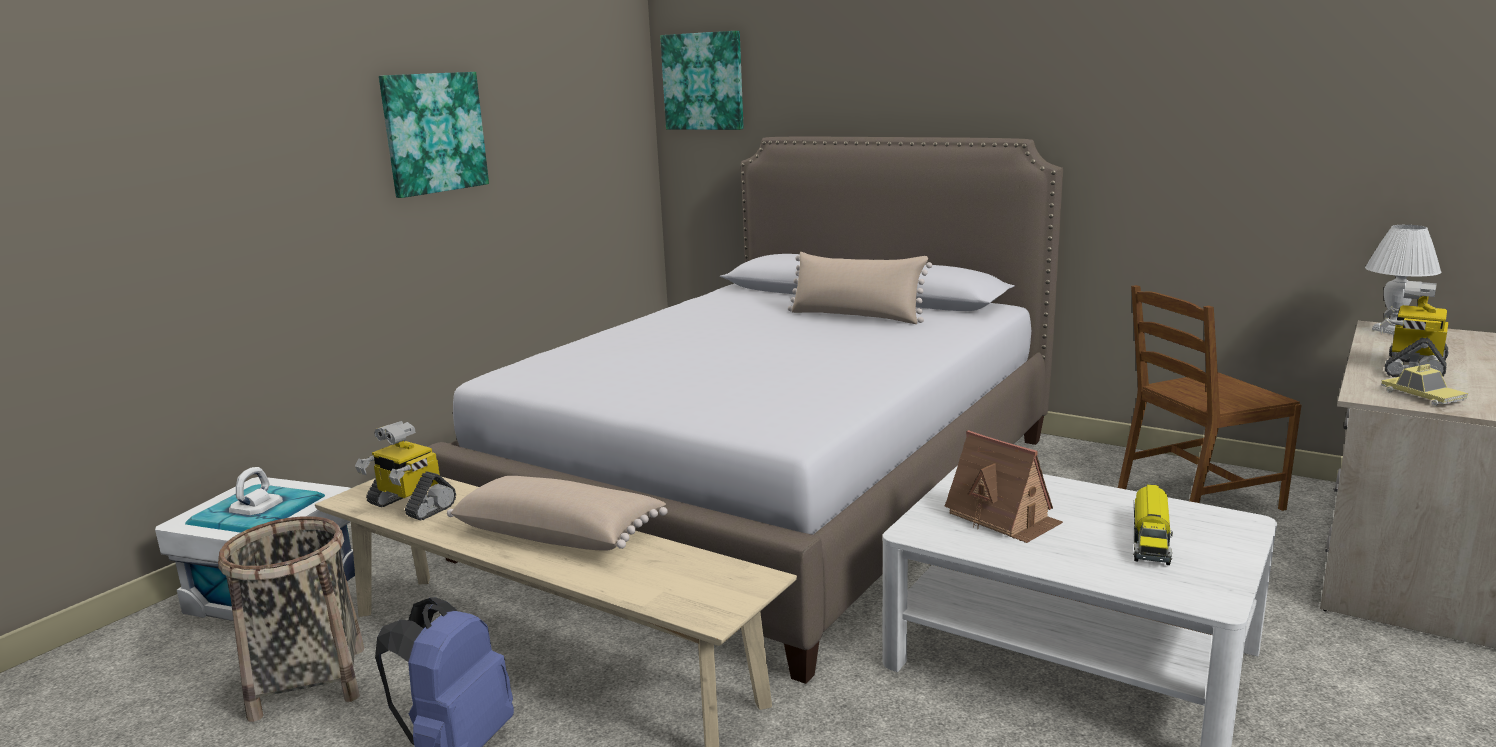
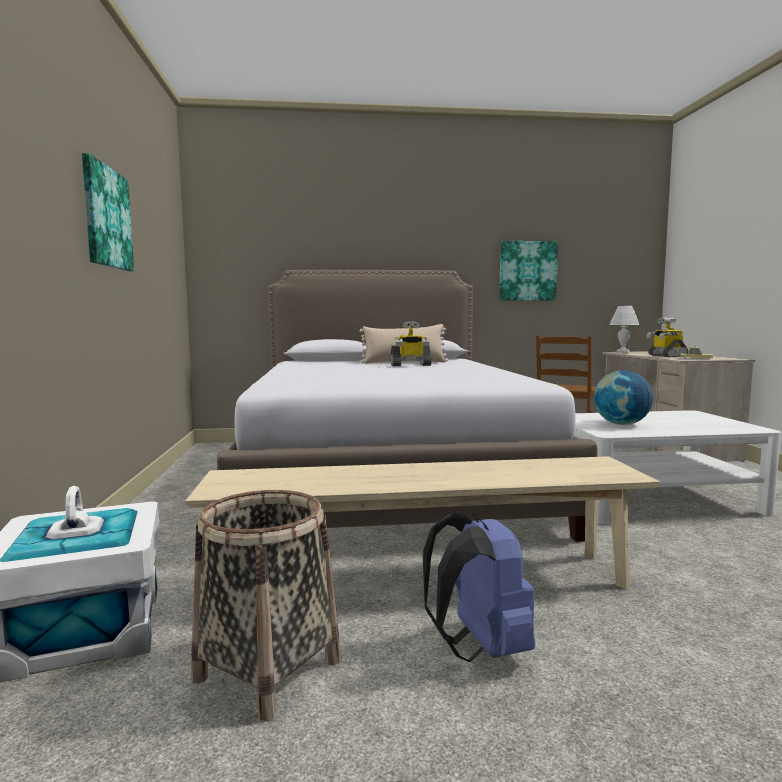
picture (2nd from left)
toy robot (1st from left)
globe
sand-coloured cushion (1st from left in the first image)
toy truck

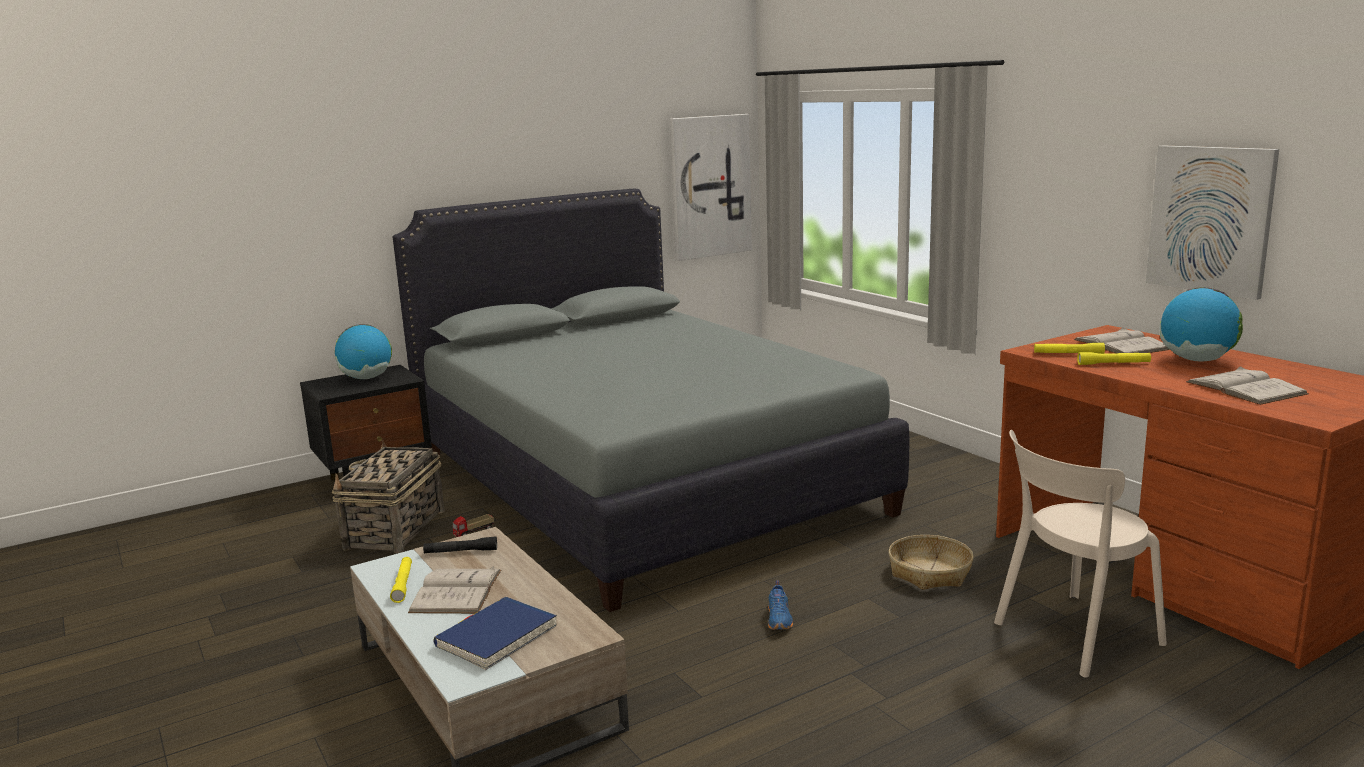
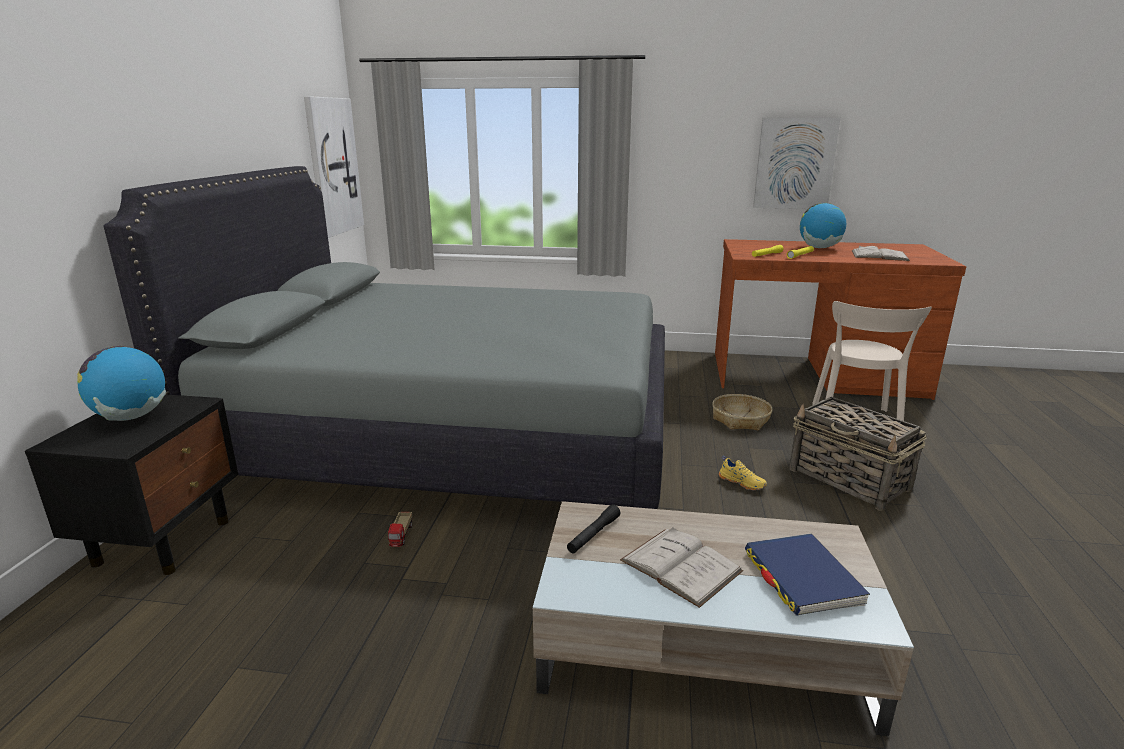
whitish bound book (2nd from left in the first image)
storage basket (2nd from left)
yellow flashlight (1st from left in the first image)
yellow item of footwear

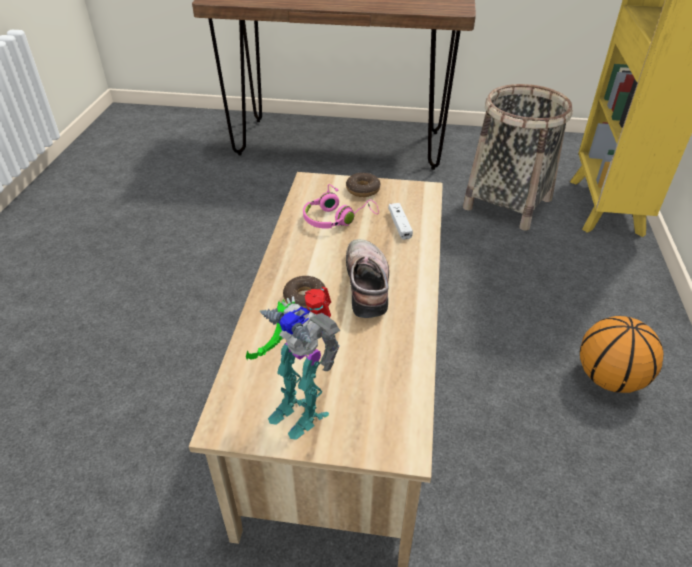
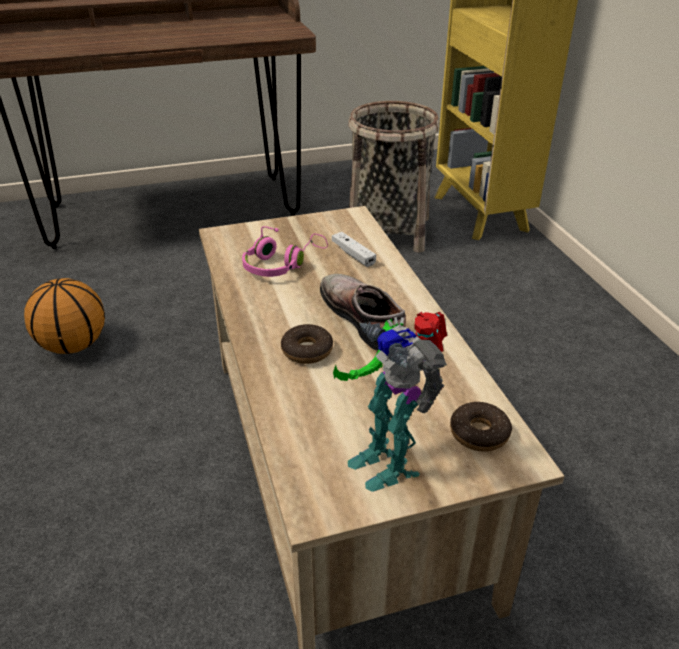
donut (2nd from left)
toy robot
basketball ball

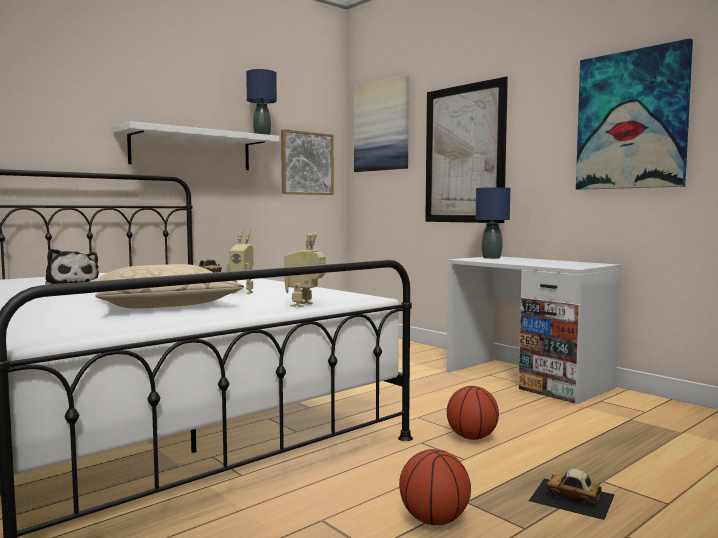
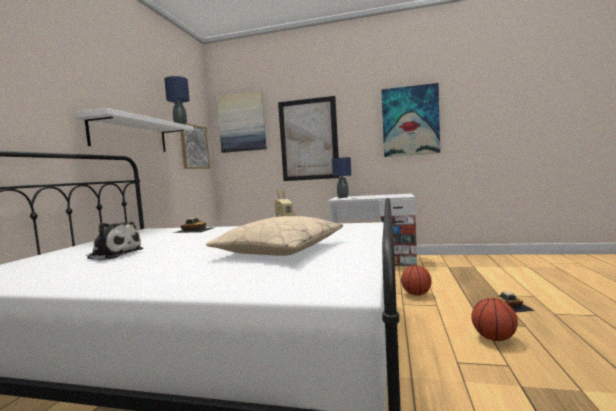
toy robot (2nd from left in the first image)

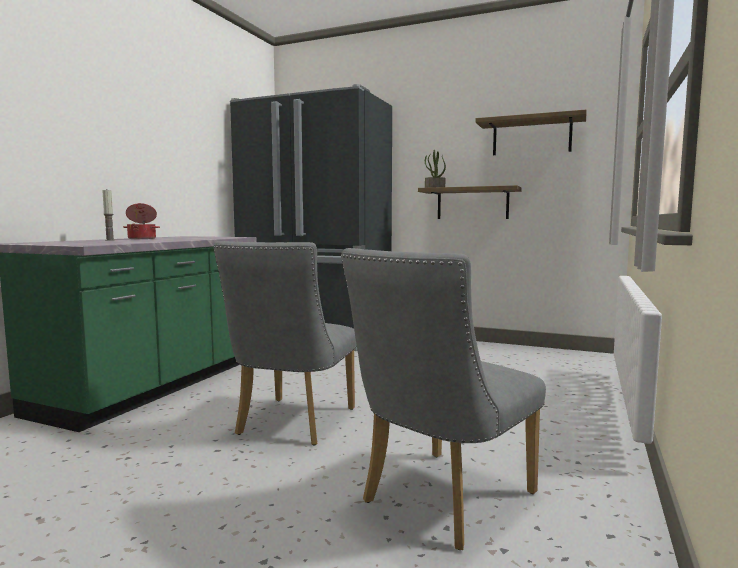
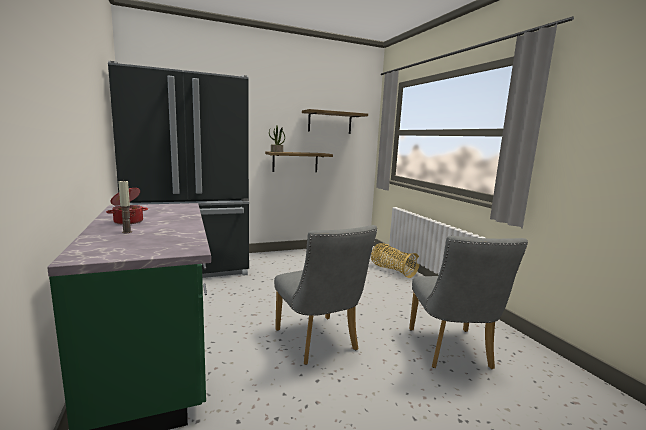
storage basket

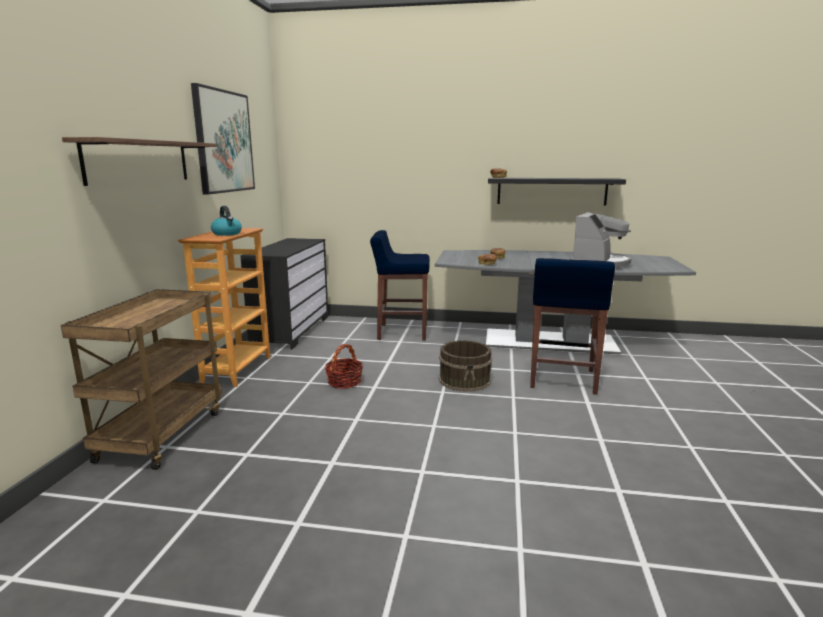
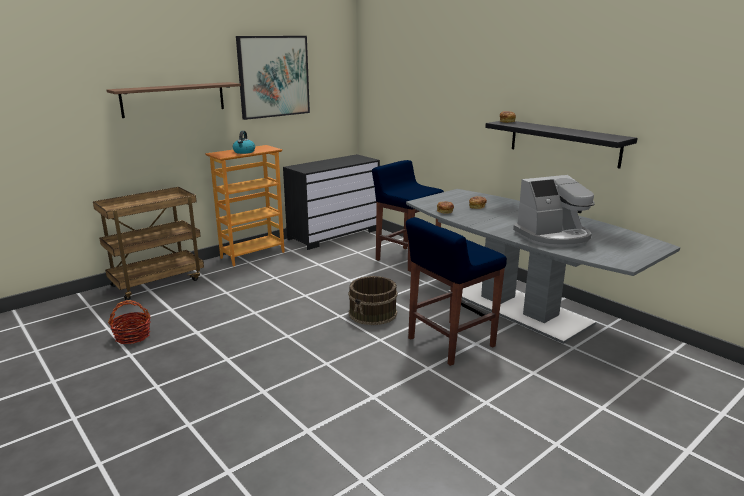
storage basket

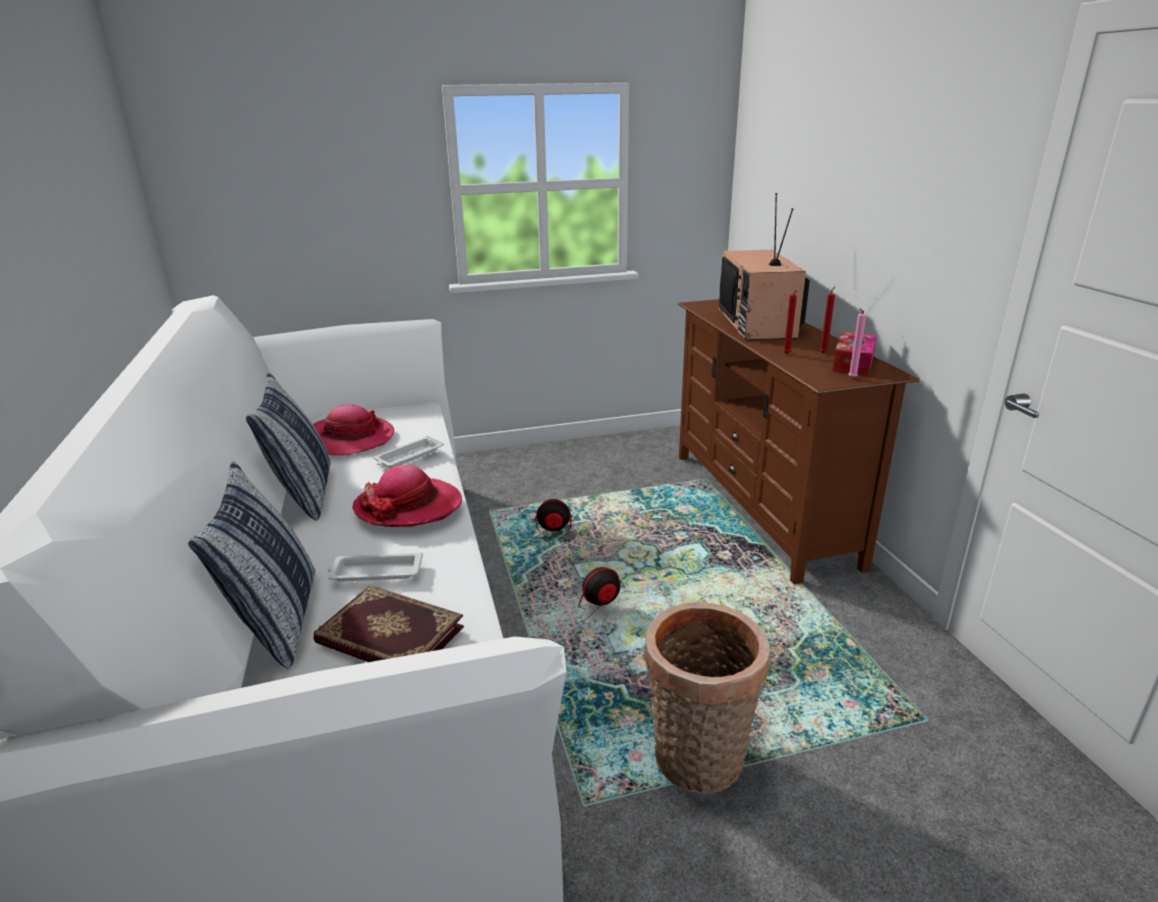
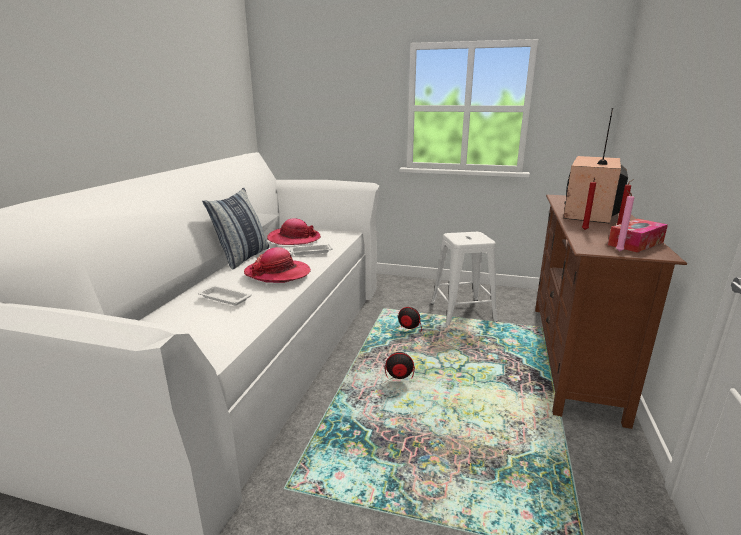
cushion (1st from left in the first image)
bound book
storage basket
whitish stool

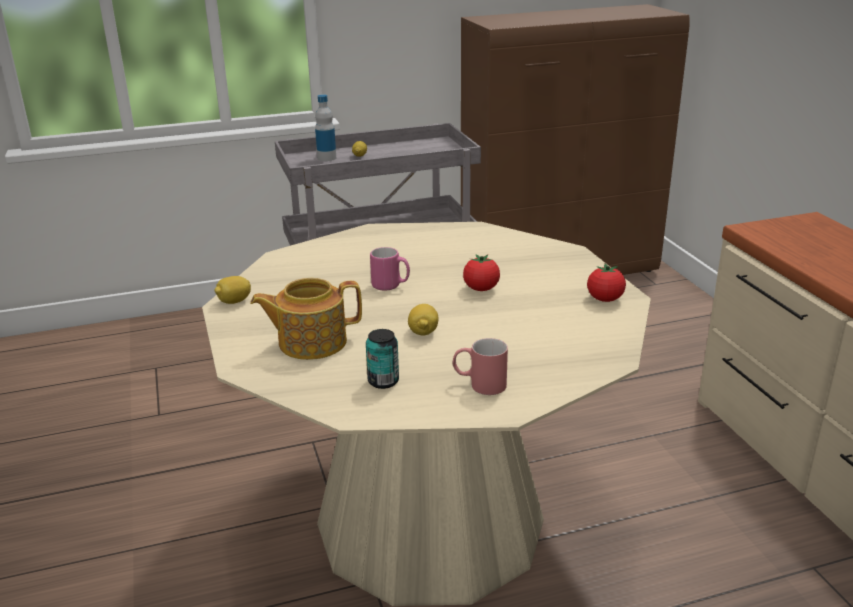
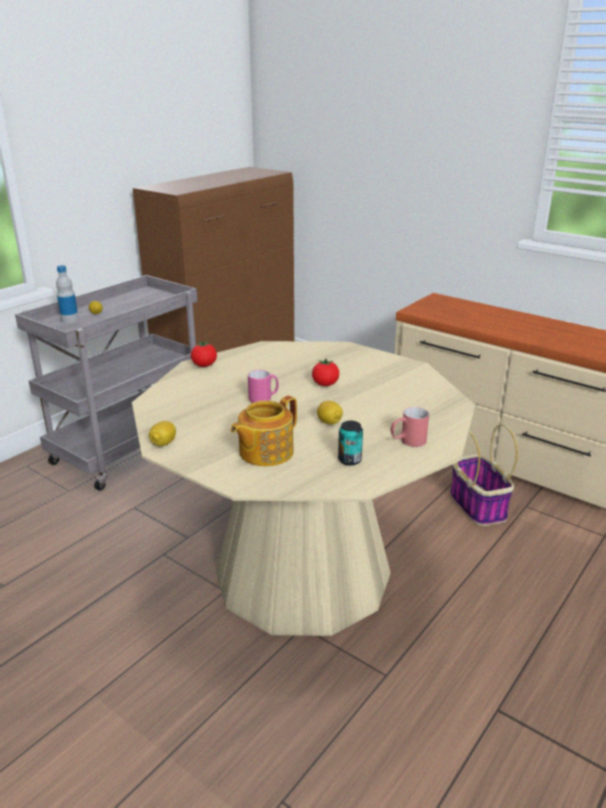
fresh tomato (1st from left)
storage basket

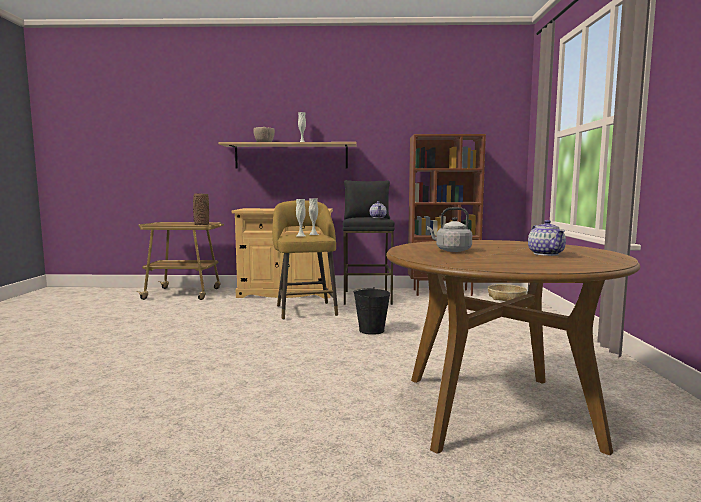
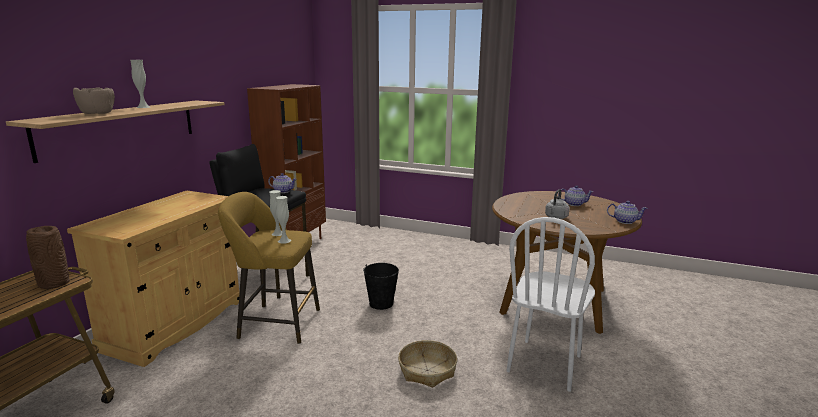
storage basket
pot for tea (3rd from left)
whitish upright chair

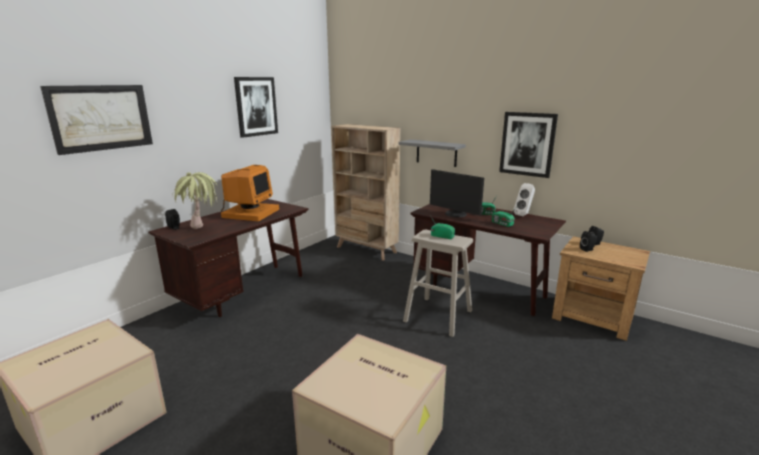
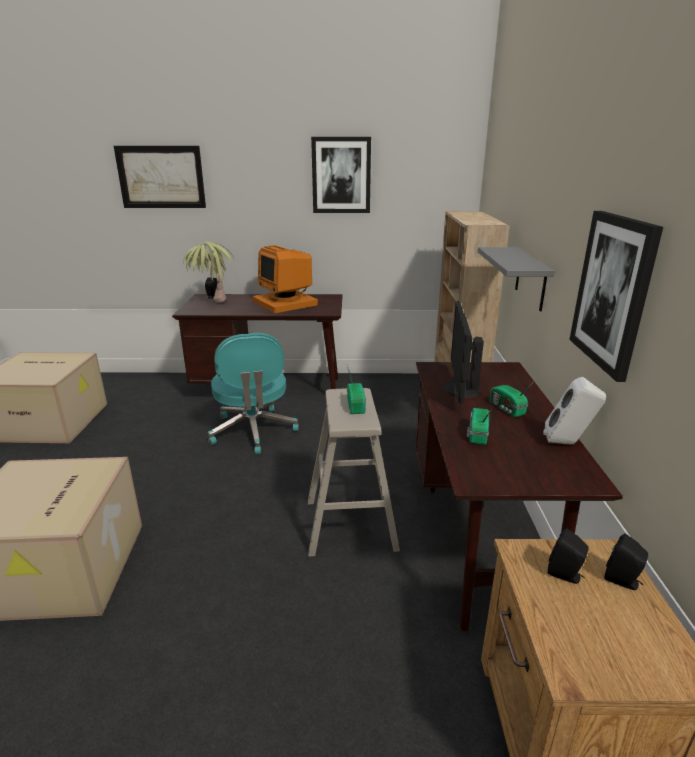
computer display (1st from left)
turquoise-coloured computer chair

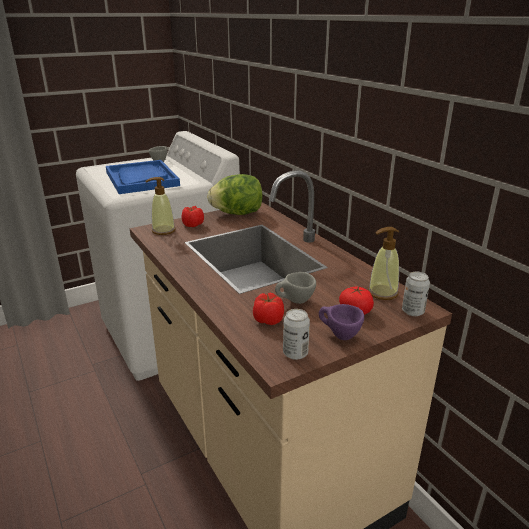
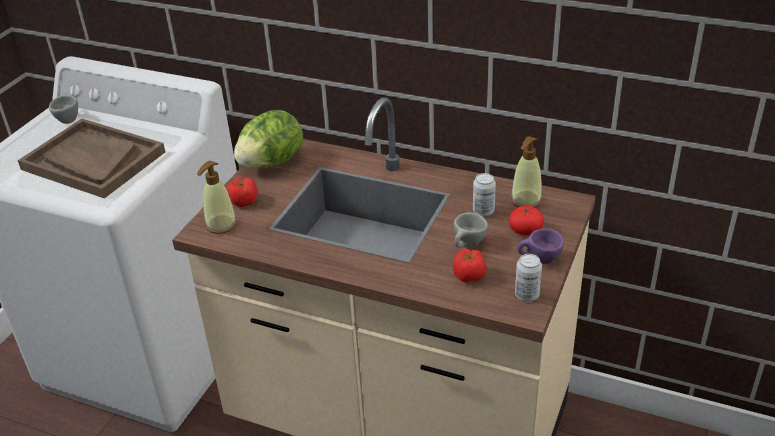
brown carrying tray
metal can (1st from left)

